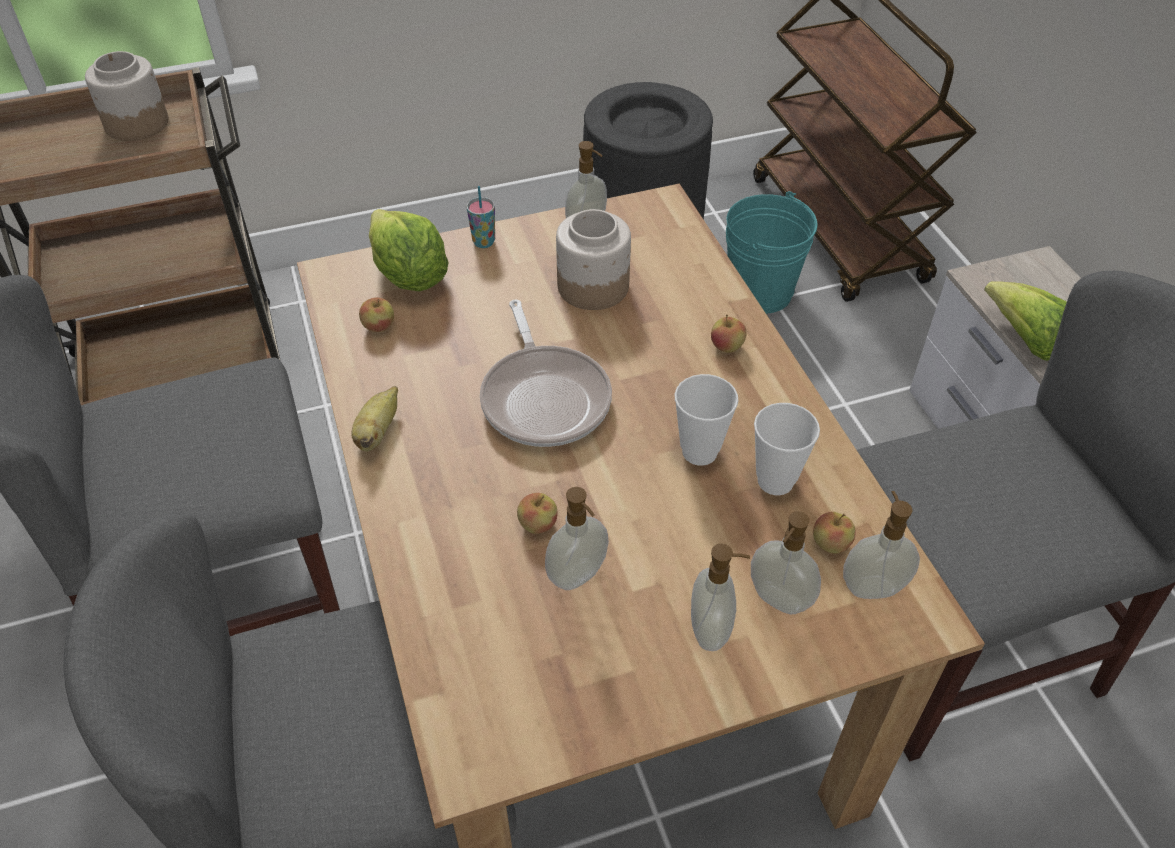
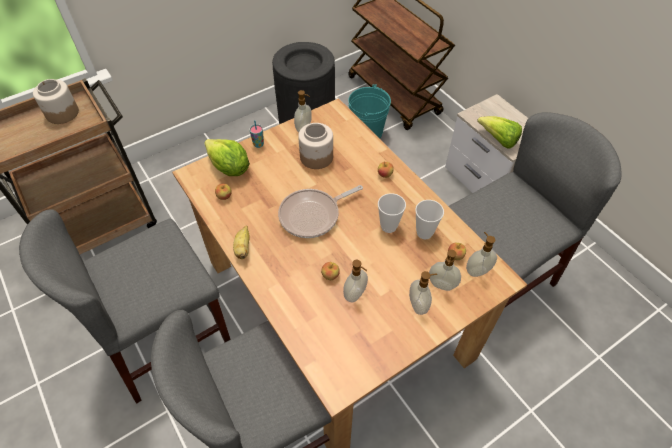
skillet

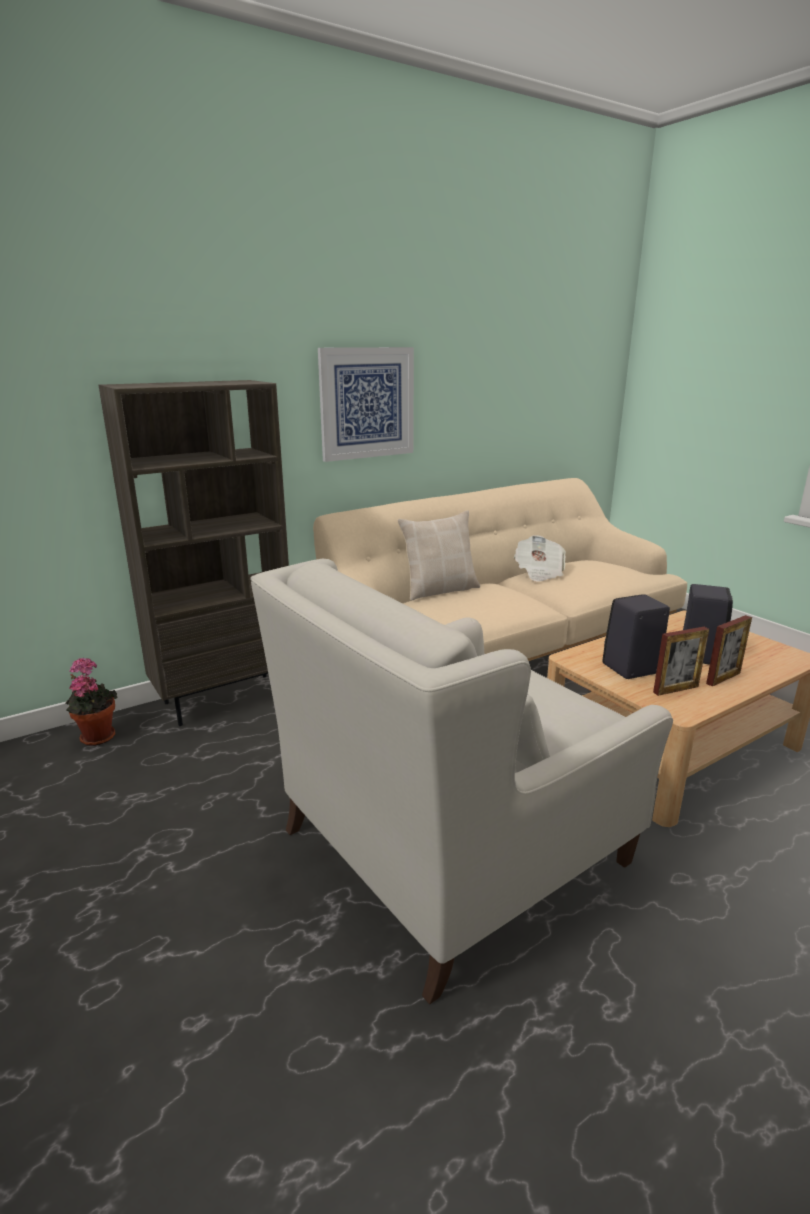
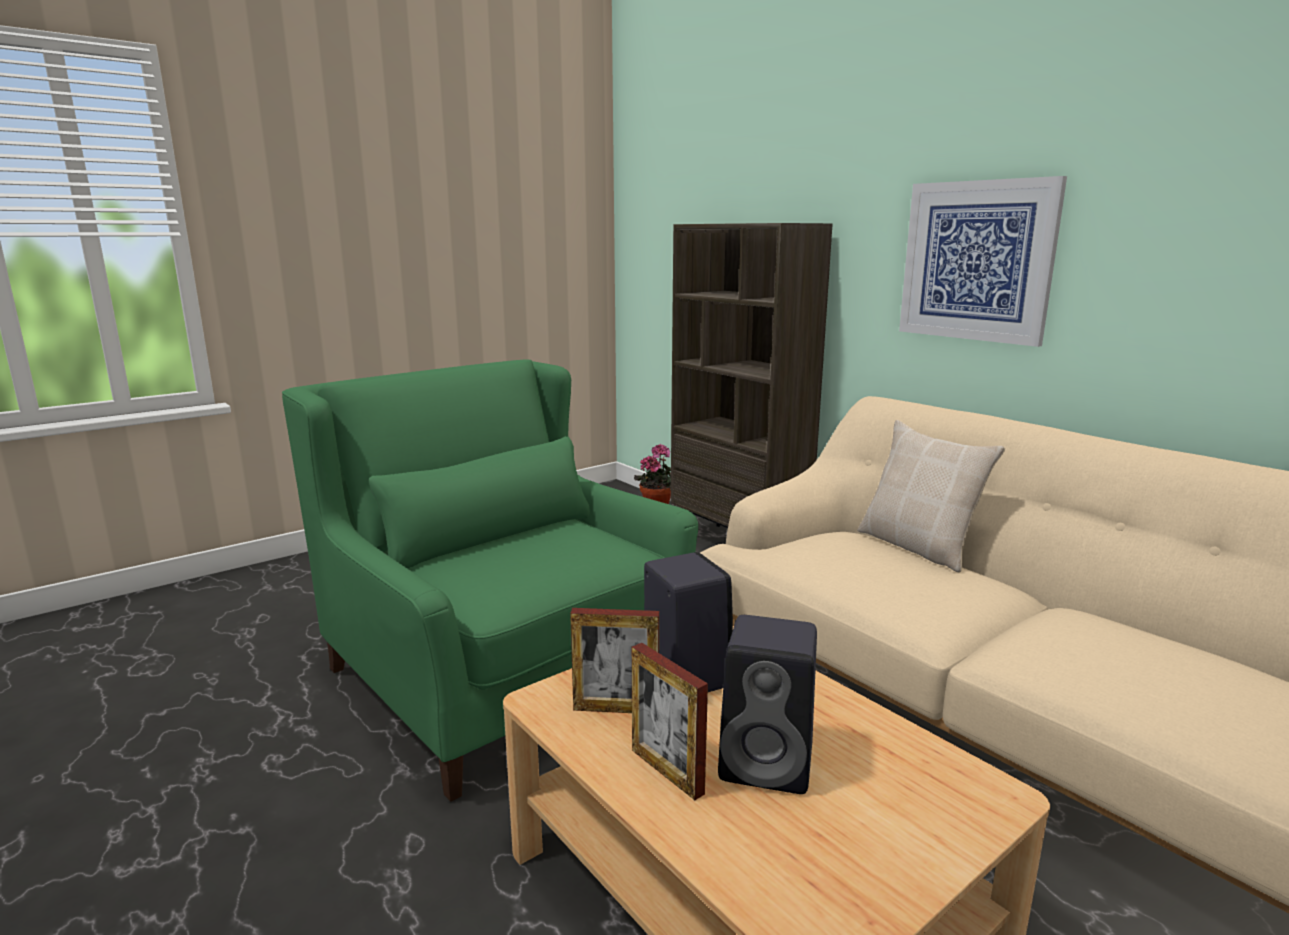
newspaper
green easy chair
photo frame (1st from left)

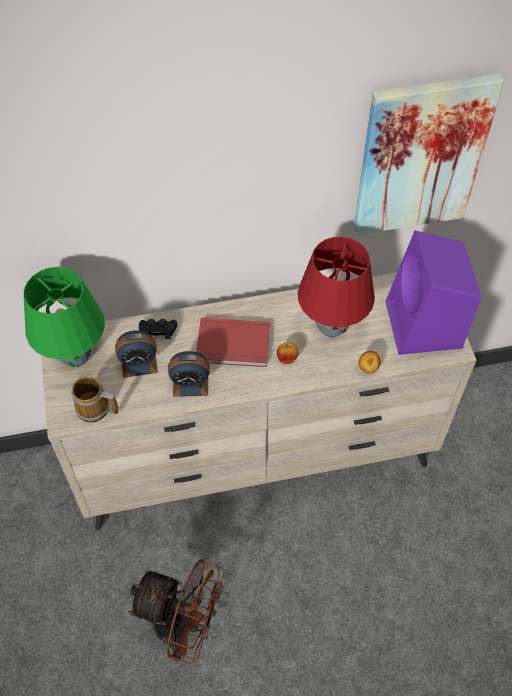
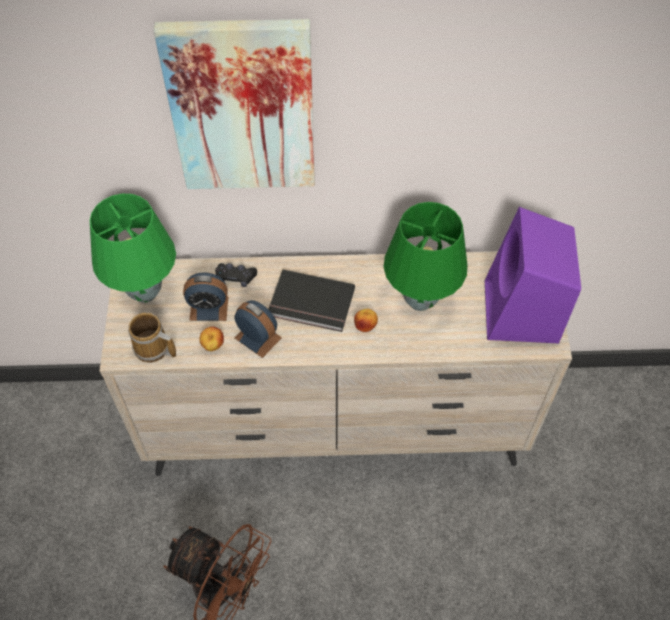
picture
green table lamp (2nd from left)
blackish bound book
table clock (2nd from left)
whole apple (1st from left)

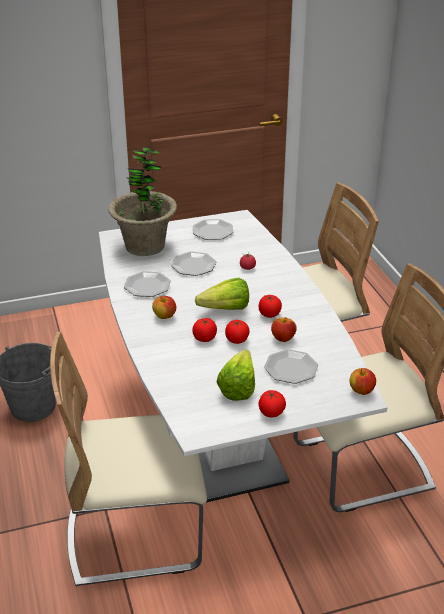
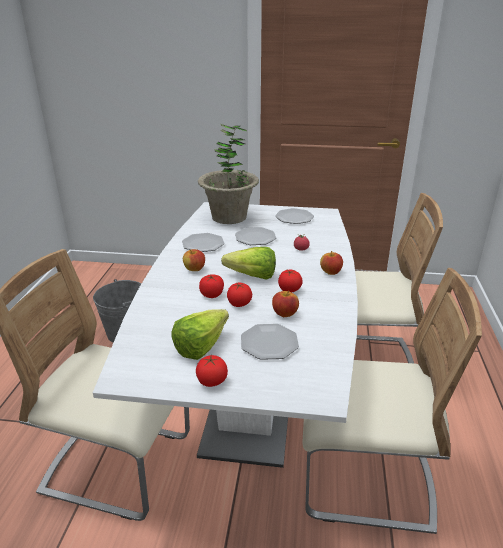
whole apple (3rd from left)

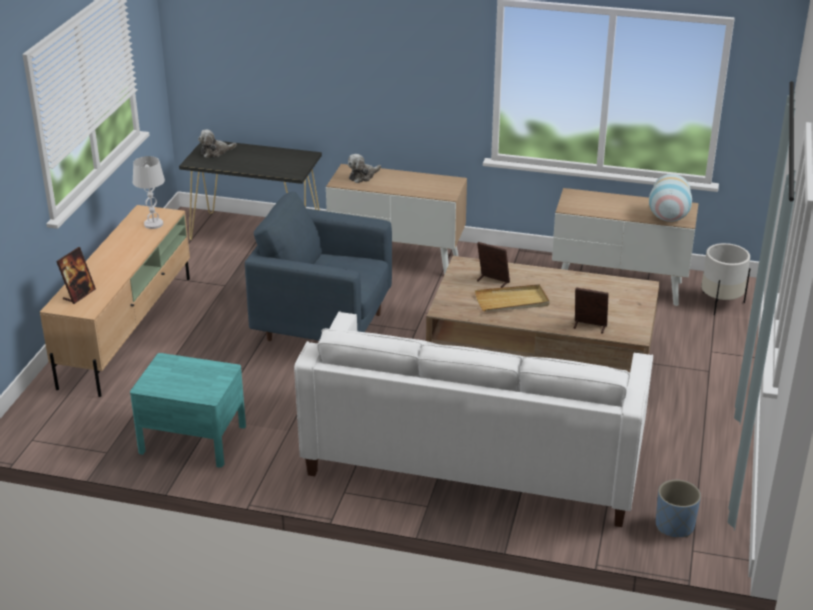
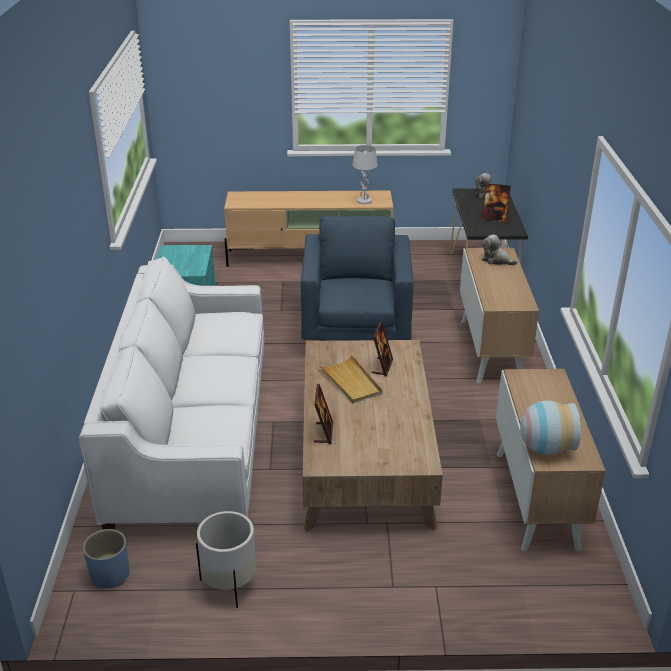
whitish flower pot
photo frame (3rd from left)

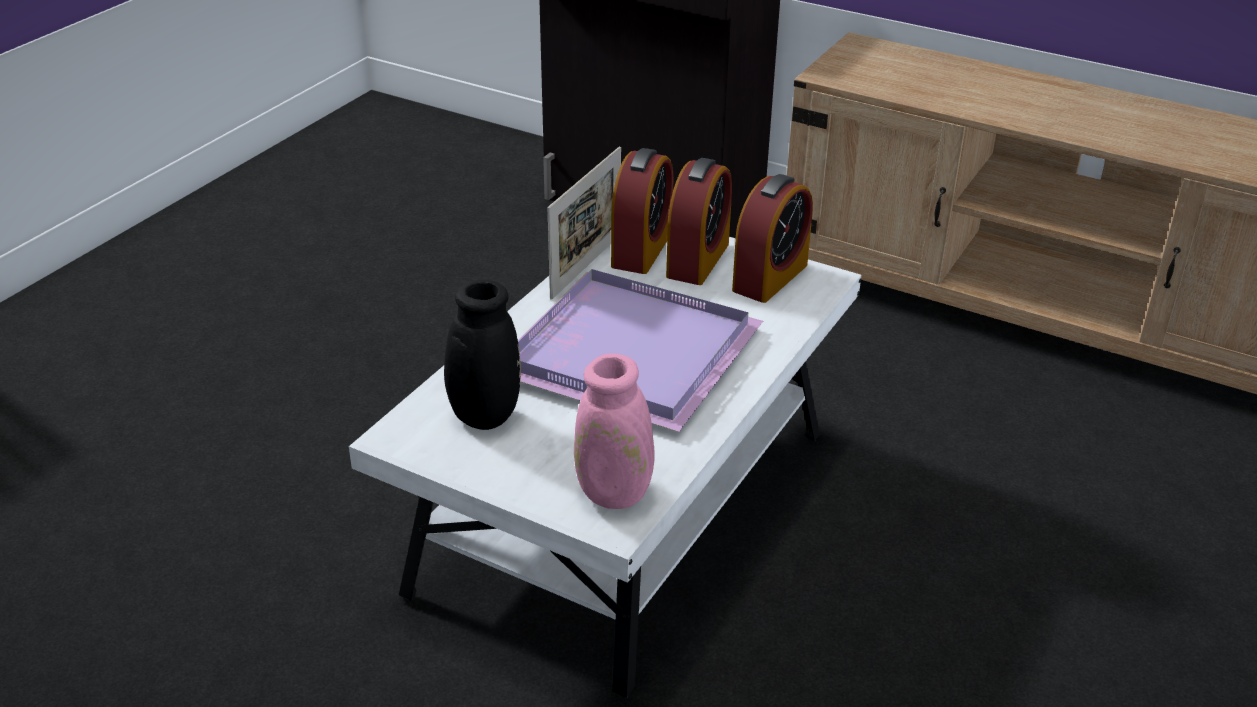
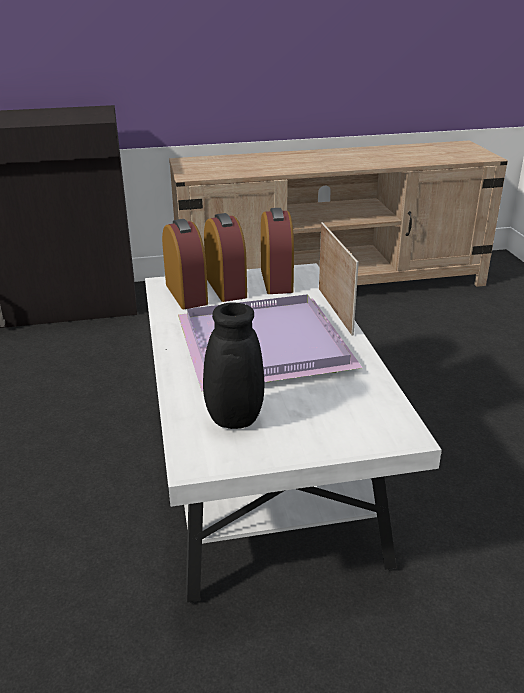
photo frame
pink-coloured decorative vase

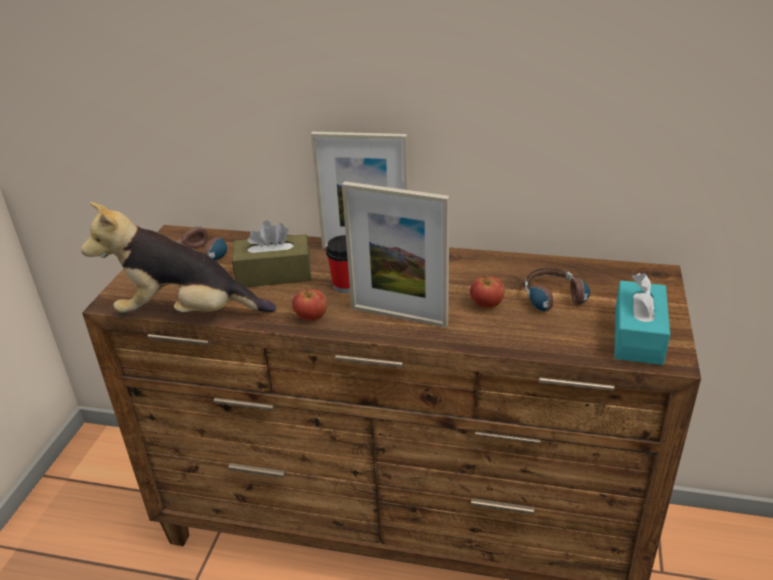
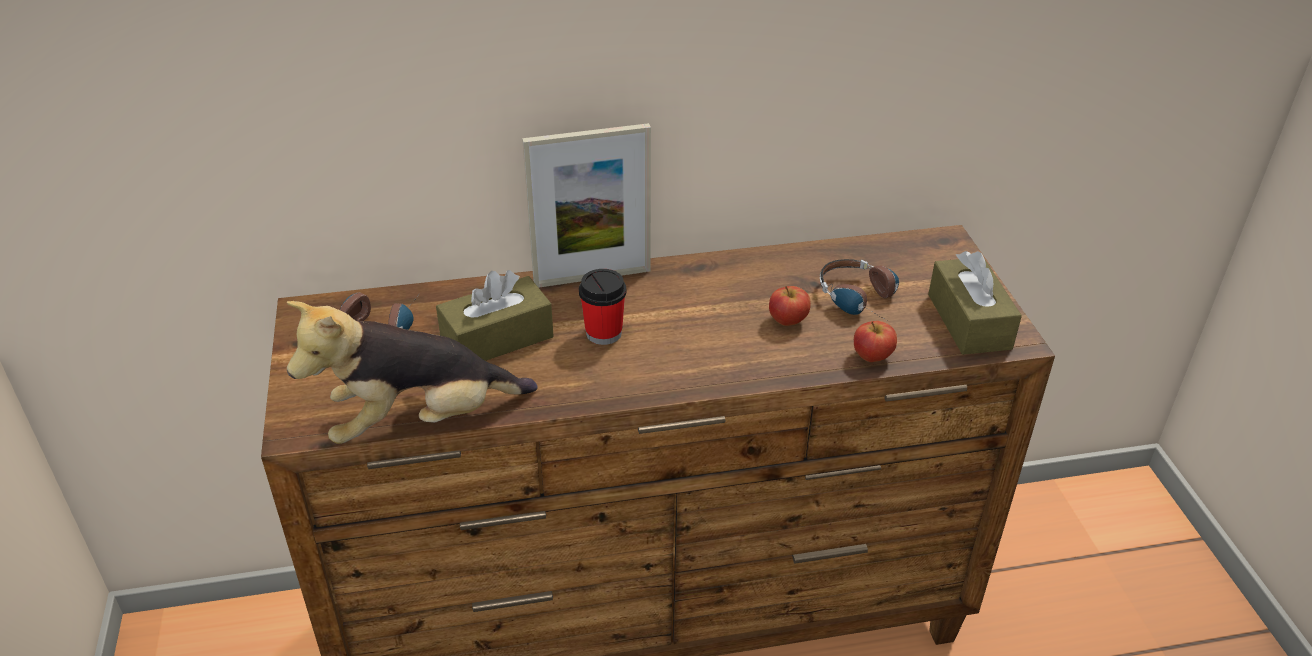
photo frame (2nd from left in the first image)
brown box of tissues (2nd from left)
whole apple (2nd from left)

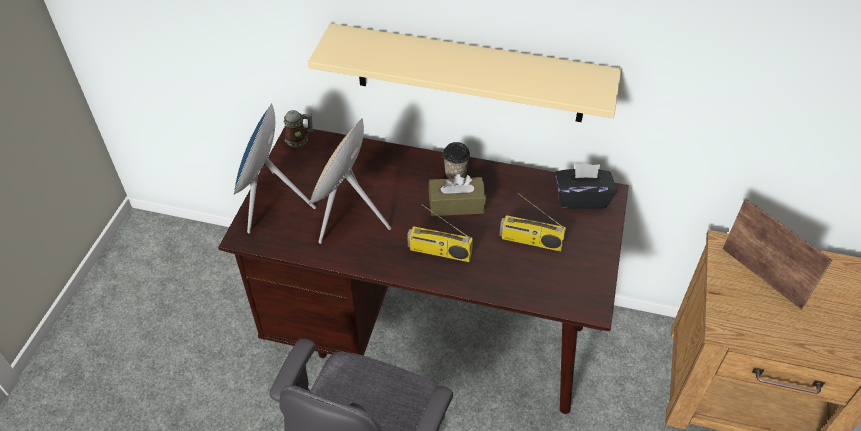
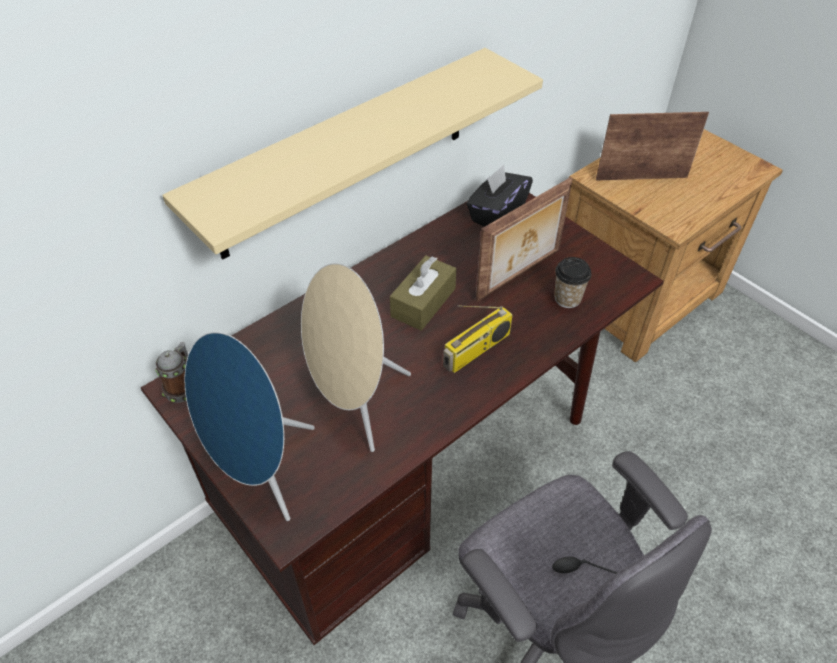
cup
photo frame (1st from left)

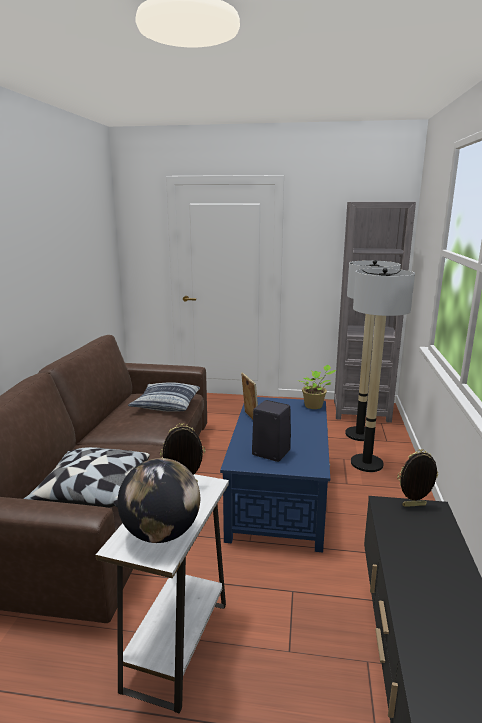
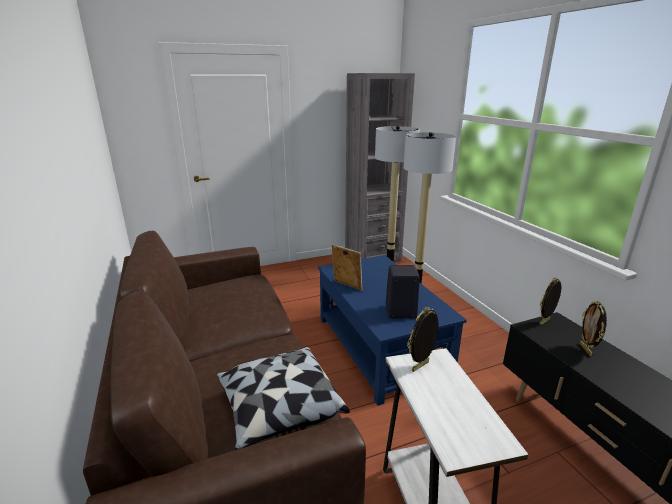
houseplant
cushion (2nd from left in the first image)
globe
photo frame (4th from left)

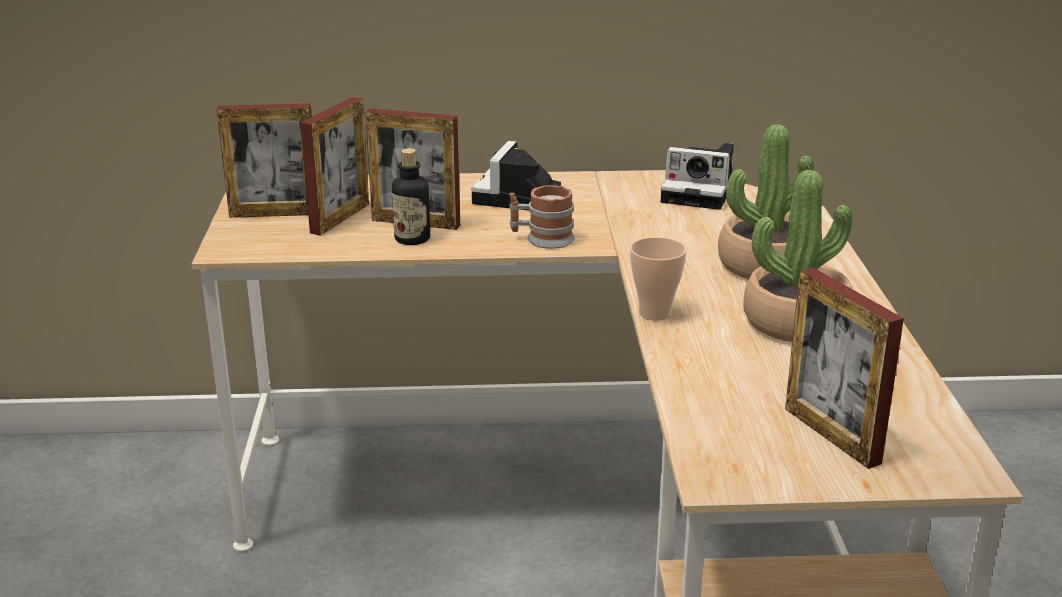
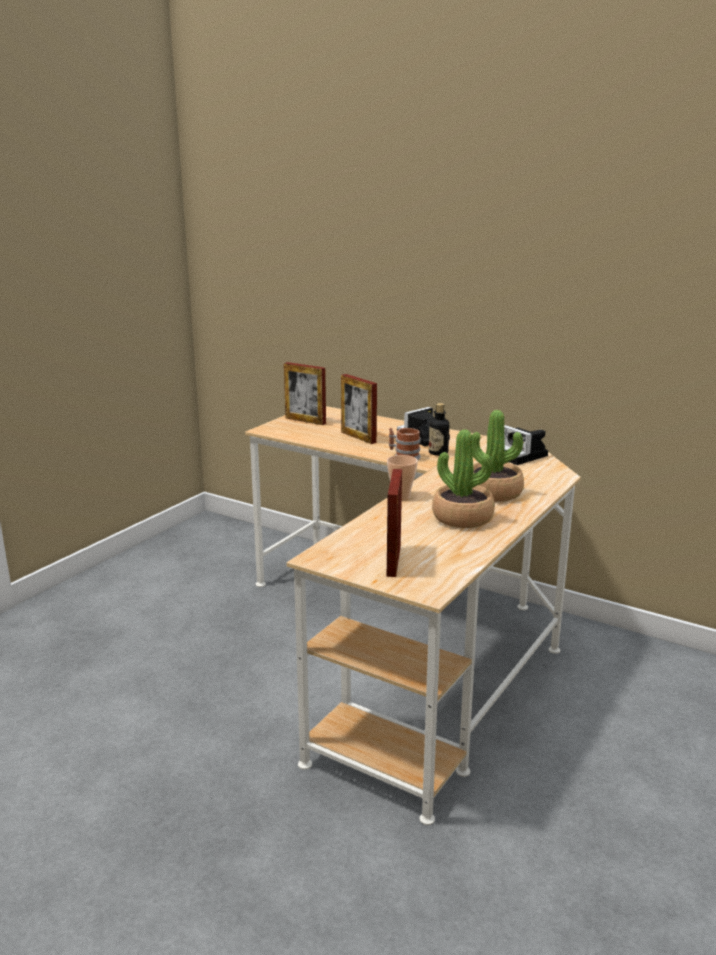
photo frame (2nd from left in the first image)
beverage bottle

